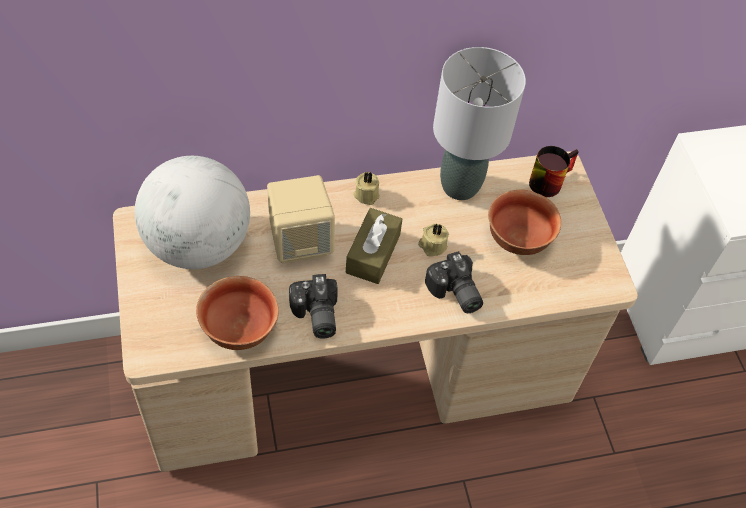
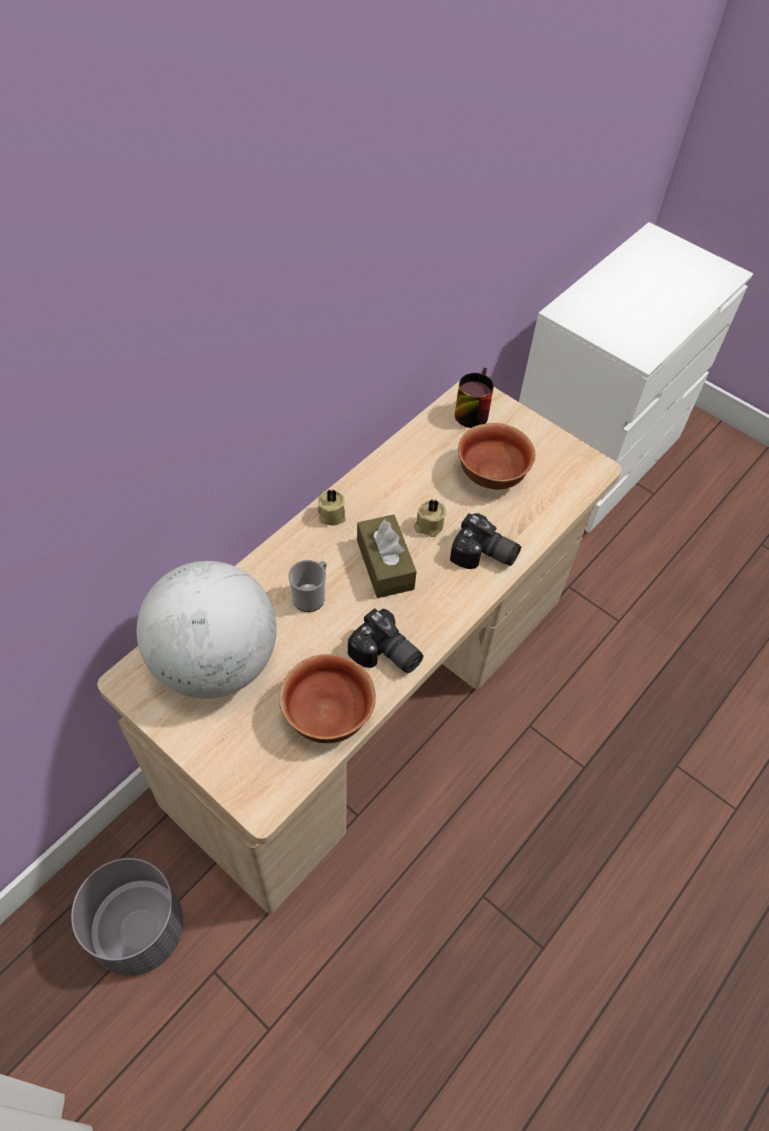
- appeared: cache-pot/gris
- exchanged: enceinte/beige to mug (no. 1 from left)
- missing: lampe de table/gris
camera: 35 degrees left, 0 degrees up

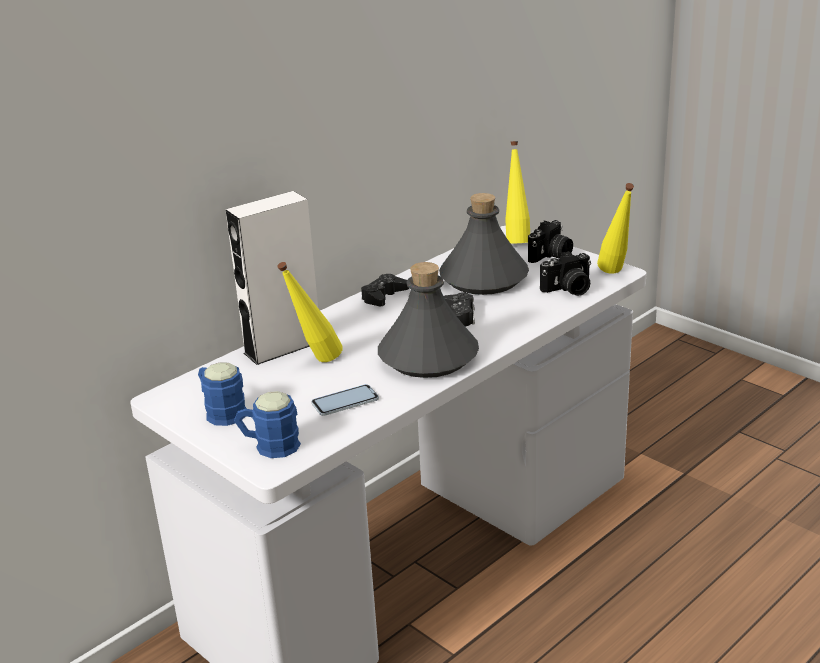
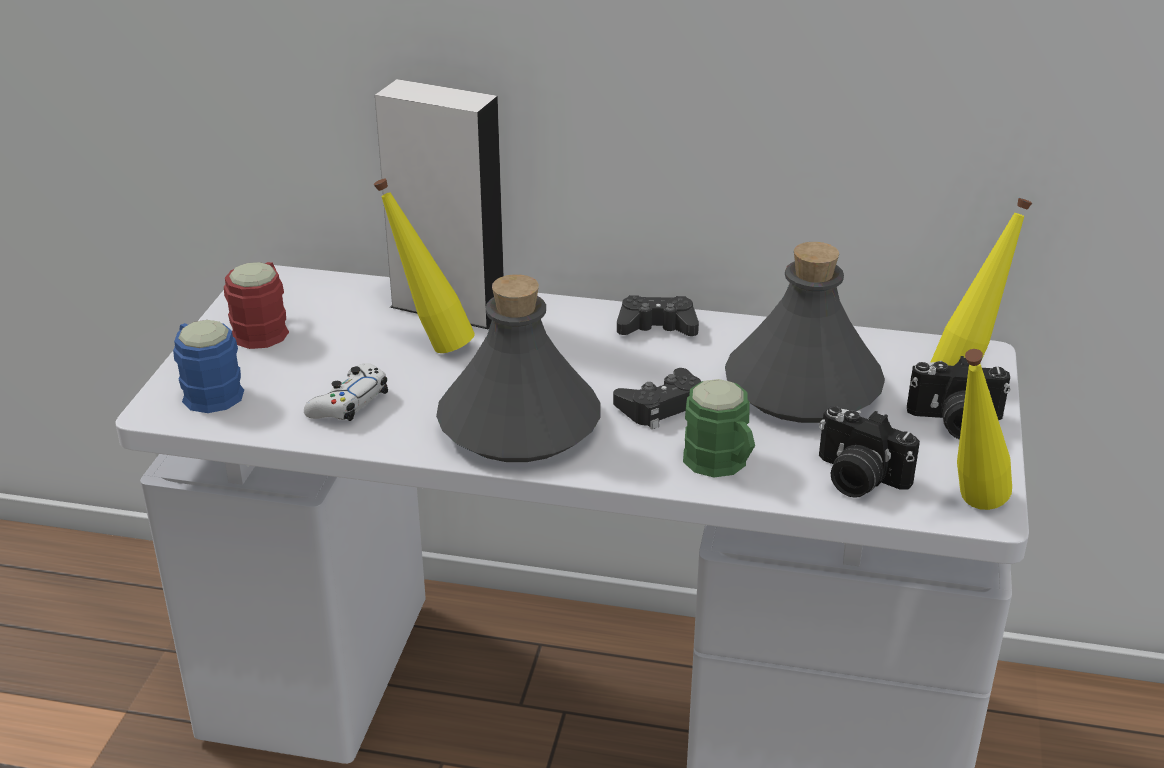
- colour: mug/bleu (no. 1 from left) to mug/rouge
- exchanged: téléphone to manette/blanc
- appeared: mug/vert
camera: 55 degrees right, 5 degrees up

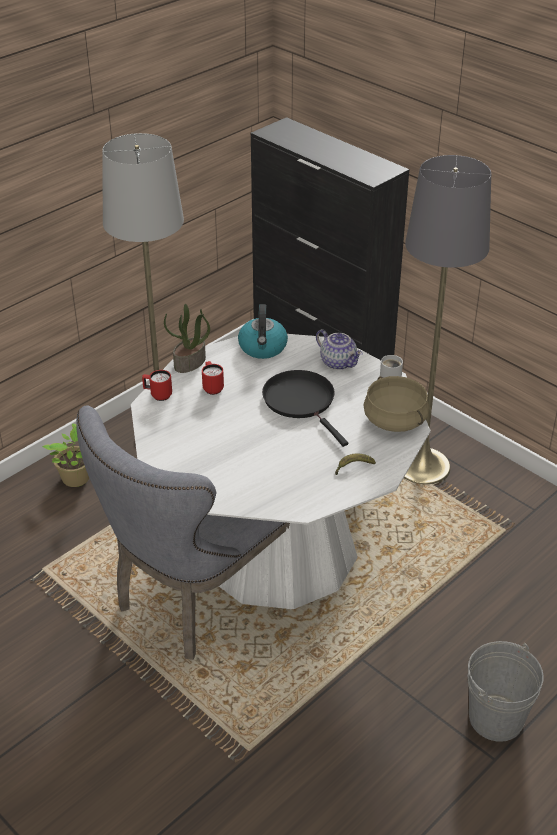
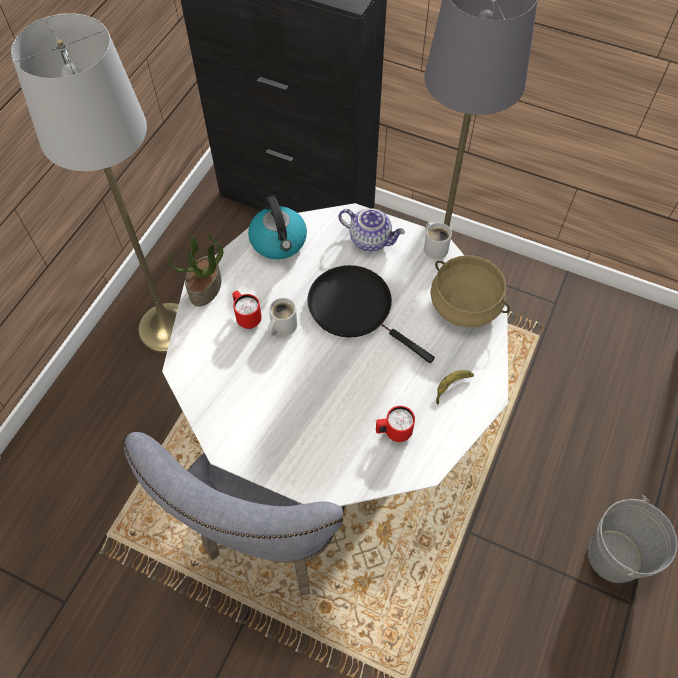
- appeared: mug/blanc (no. 1 from left)
- relocated: mug/rouge (no. 1 from left in the first image) to mug/rouge (no. 2 from left)
- missing: plante en pot (no. 1 from left)
camera: 20 degrees left, 20 degrees up

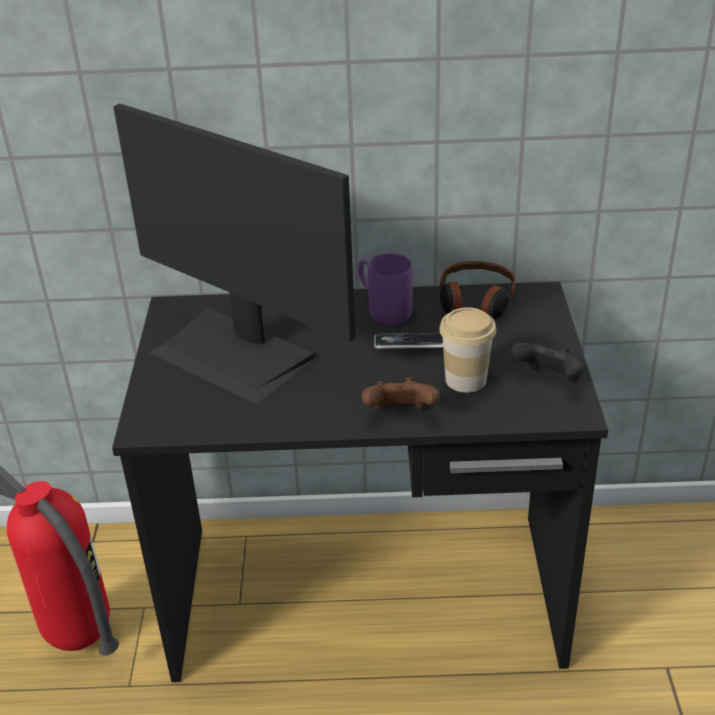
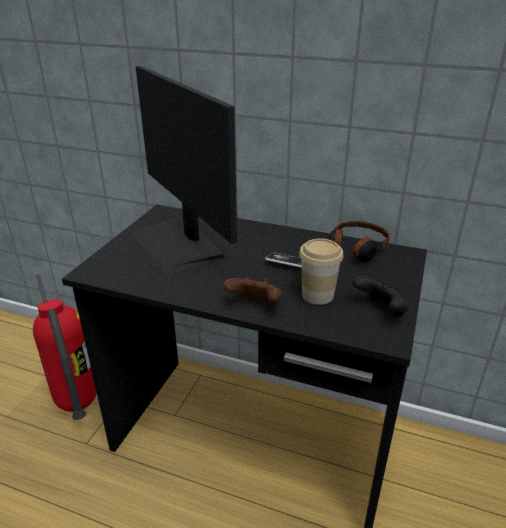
- missing: mug/violet
camera: 20 degrees right, 5 degrees down

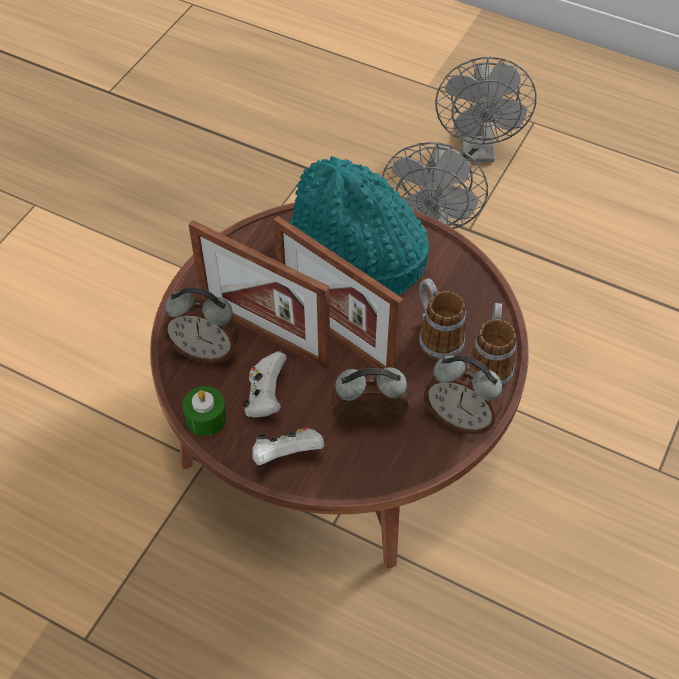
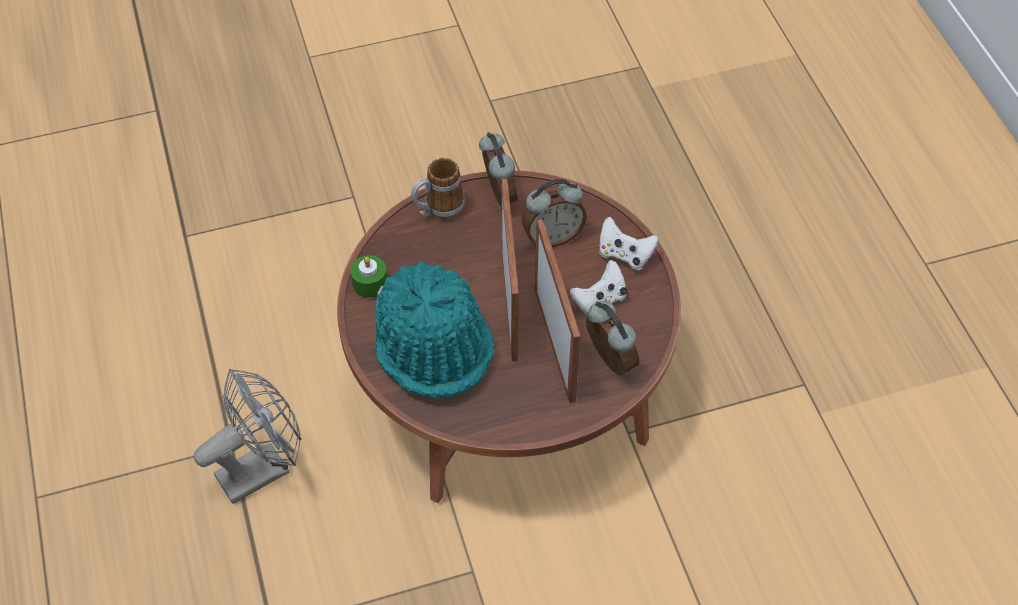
- relocated: bougie/vert
- spun: réveil (no. 2 from left) 60 degrees counterclockwise
- missing: mug (no. 1 from left)
- missing: ventilateur/gris (no. 2 from left)
camera: 135 degrees left, 0 degrees up

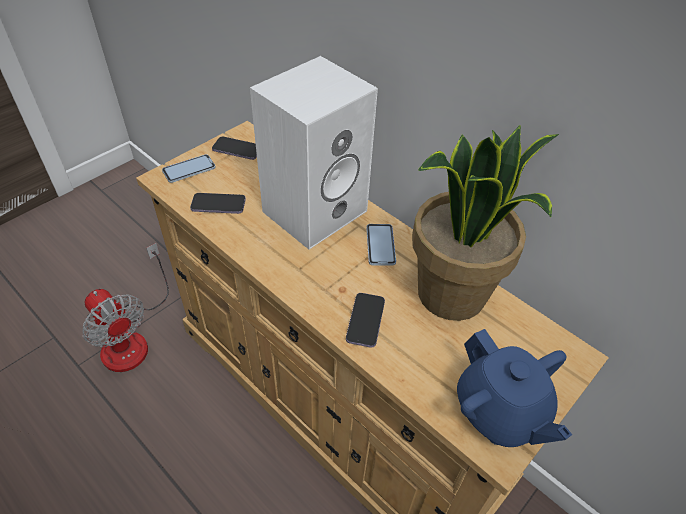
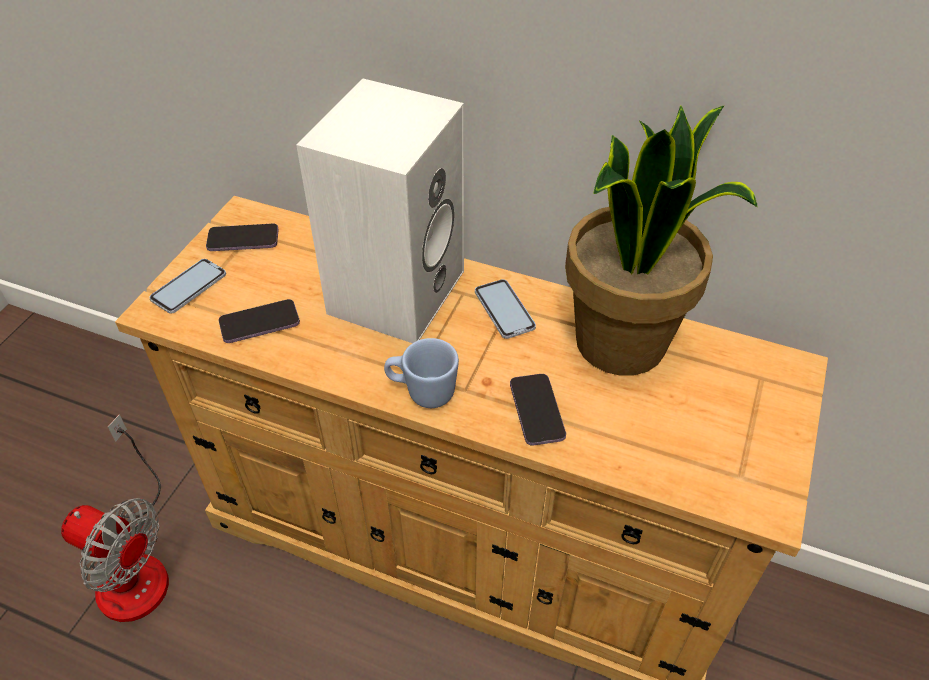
- appeared: mug/bleu
- missing: théière/bleu
camera: 20 degrees left, 0 degrees up

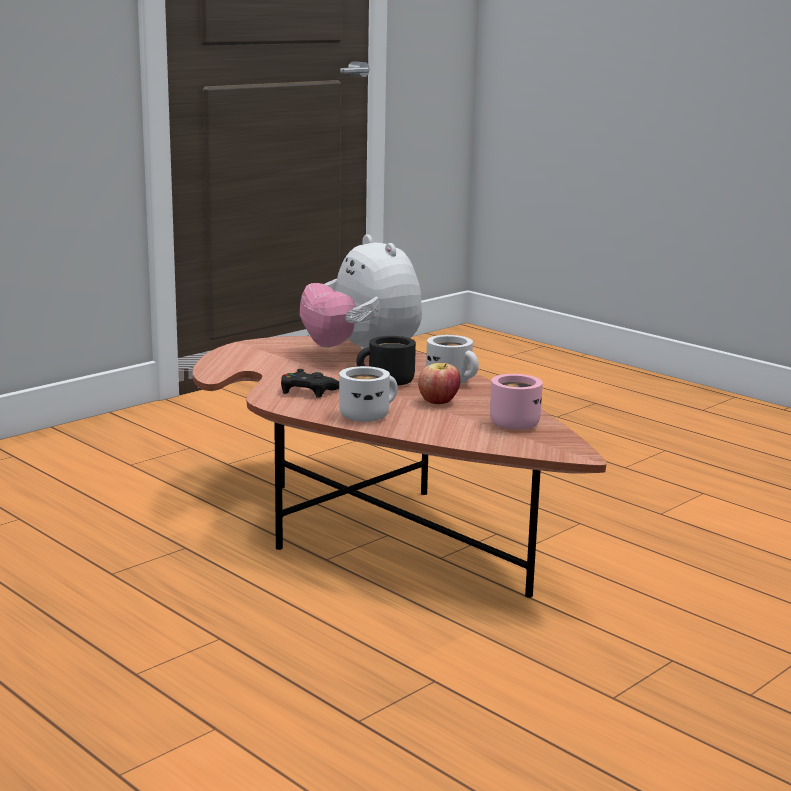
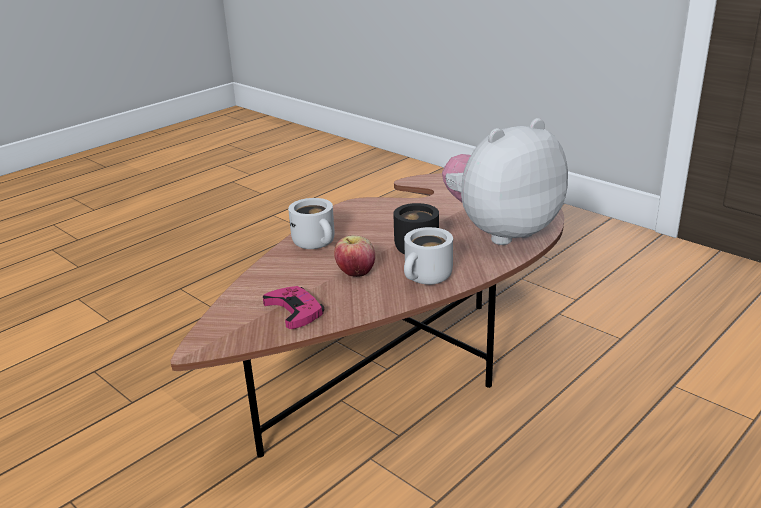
- exchanged: mug/rose to manette/rose
- missing: manette/noir
camera: 90 degrees right, 10 degrees up

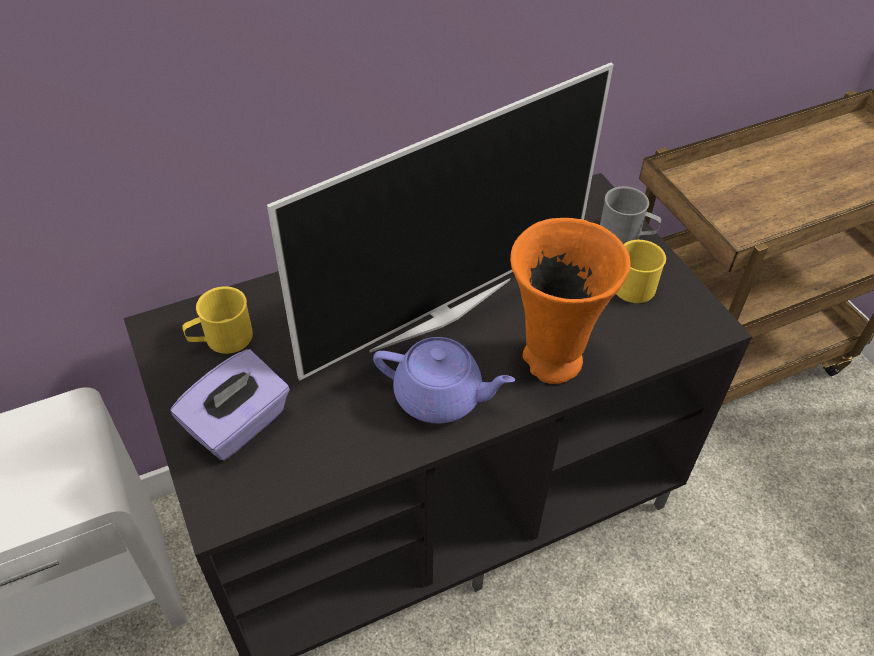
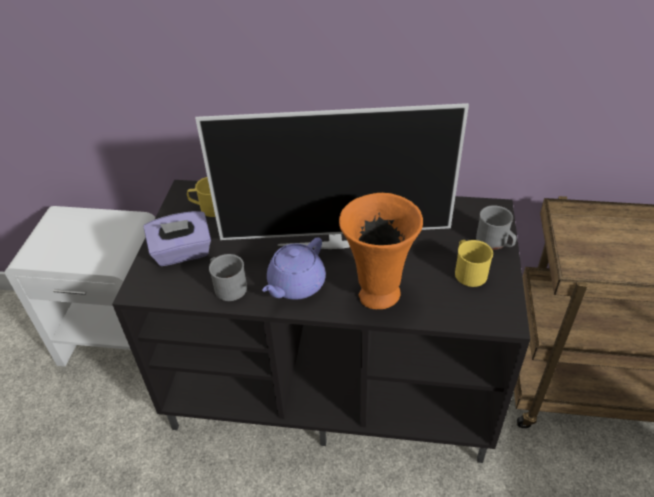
- appeared: mug/gris (no. 1 from left)
- spun: théière/violet 75 degrees clockwise
camera: 35 degrees right, 5 degrees down

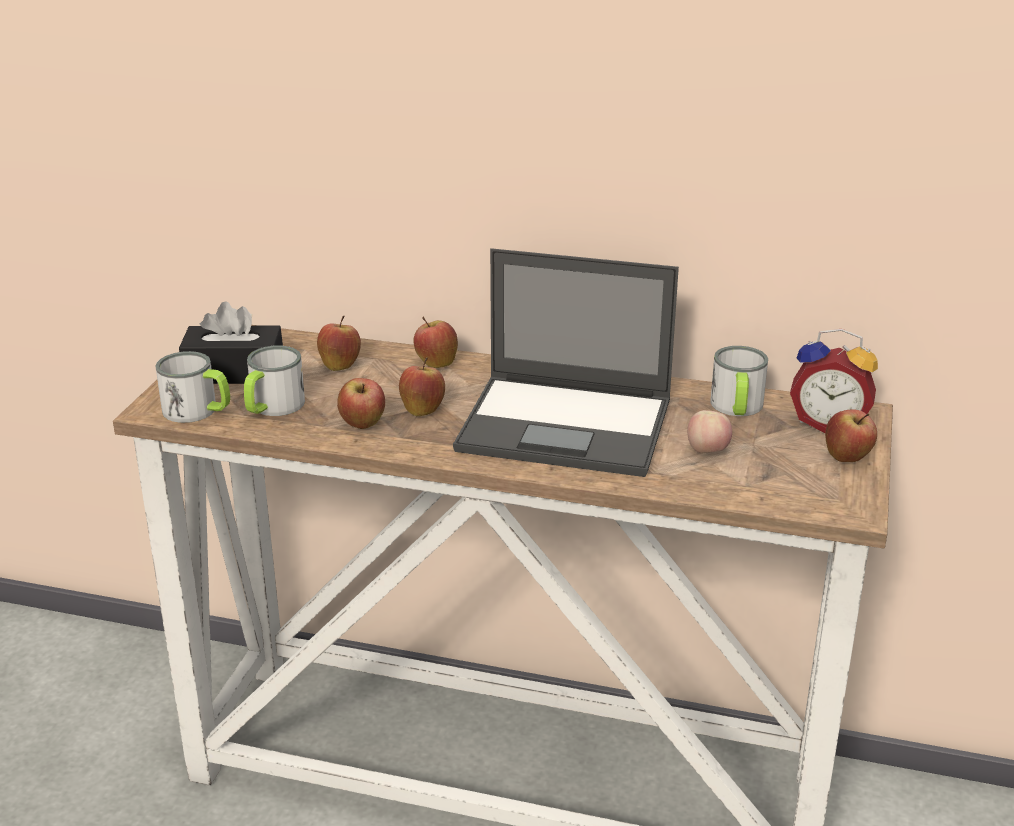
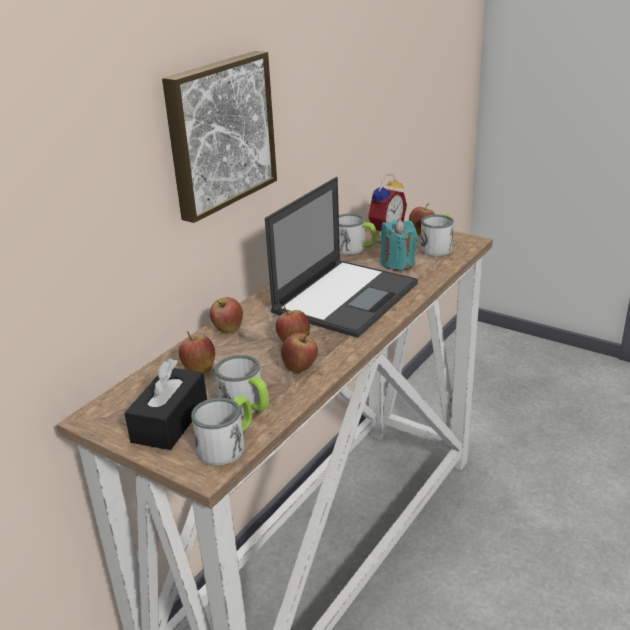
- appeared: tableau
- exchanged: pomme (no. 5 from left) to bougie/turquoise
- appeared: mug (no. 4 from left)
camera: 70 degrees left, 0 degrees up

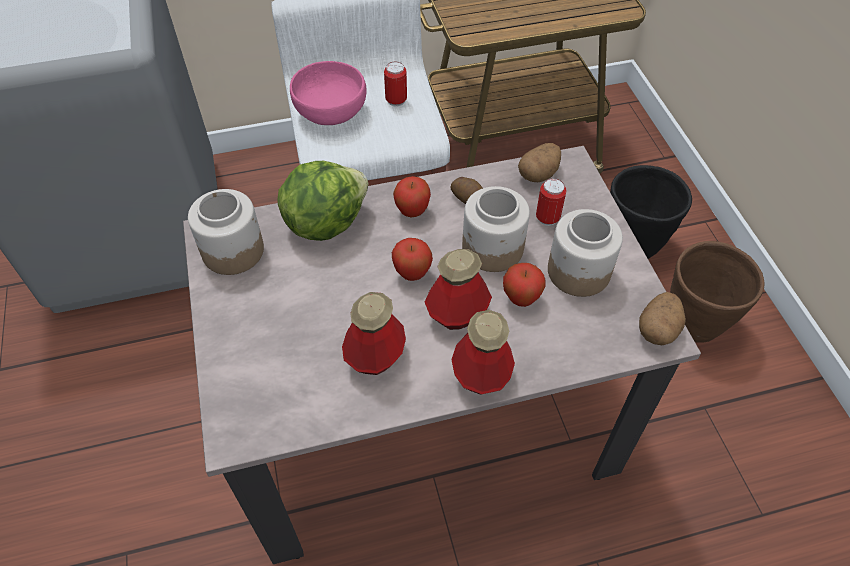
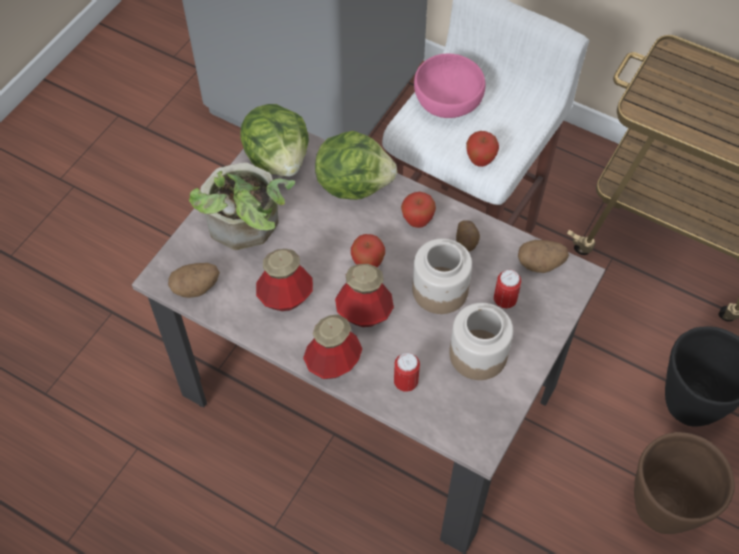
- relocated: pomme de terre (no. 3 from left in the first image) to pomme de terre (no. 1 from left)
- appeared: plante en pot
- exchanged: bocal (no. 1 from left) to laitue (no. 1 from left)
- relocated: boîte métallique (no. 1 from left)
- relocated: pomme (no. 3 from left)
camera: 45 degrees right, 5 degrees up

